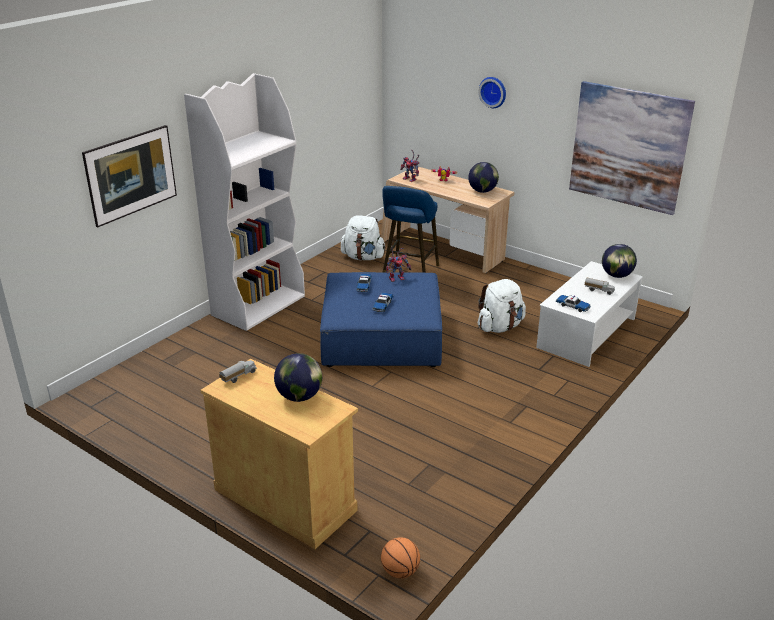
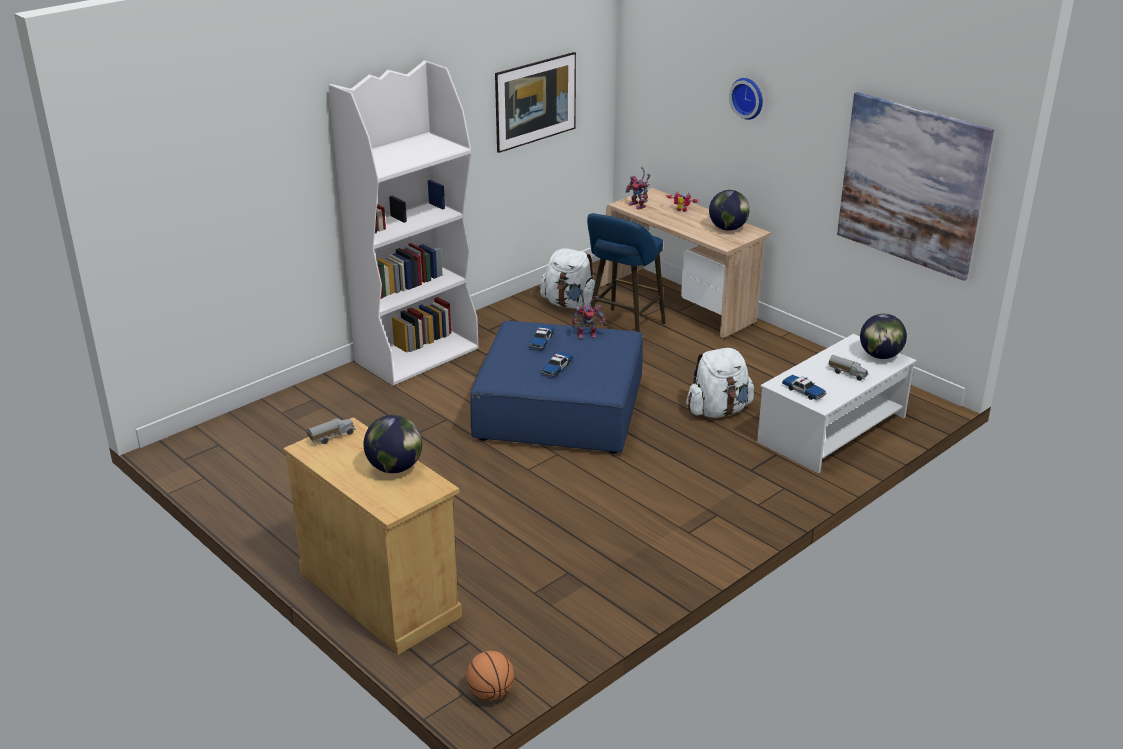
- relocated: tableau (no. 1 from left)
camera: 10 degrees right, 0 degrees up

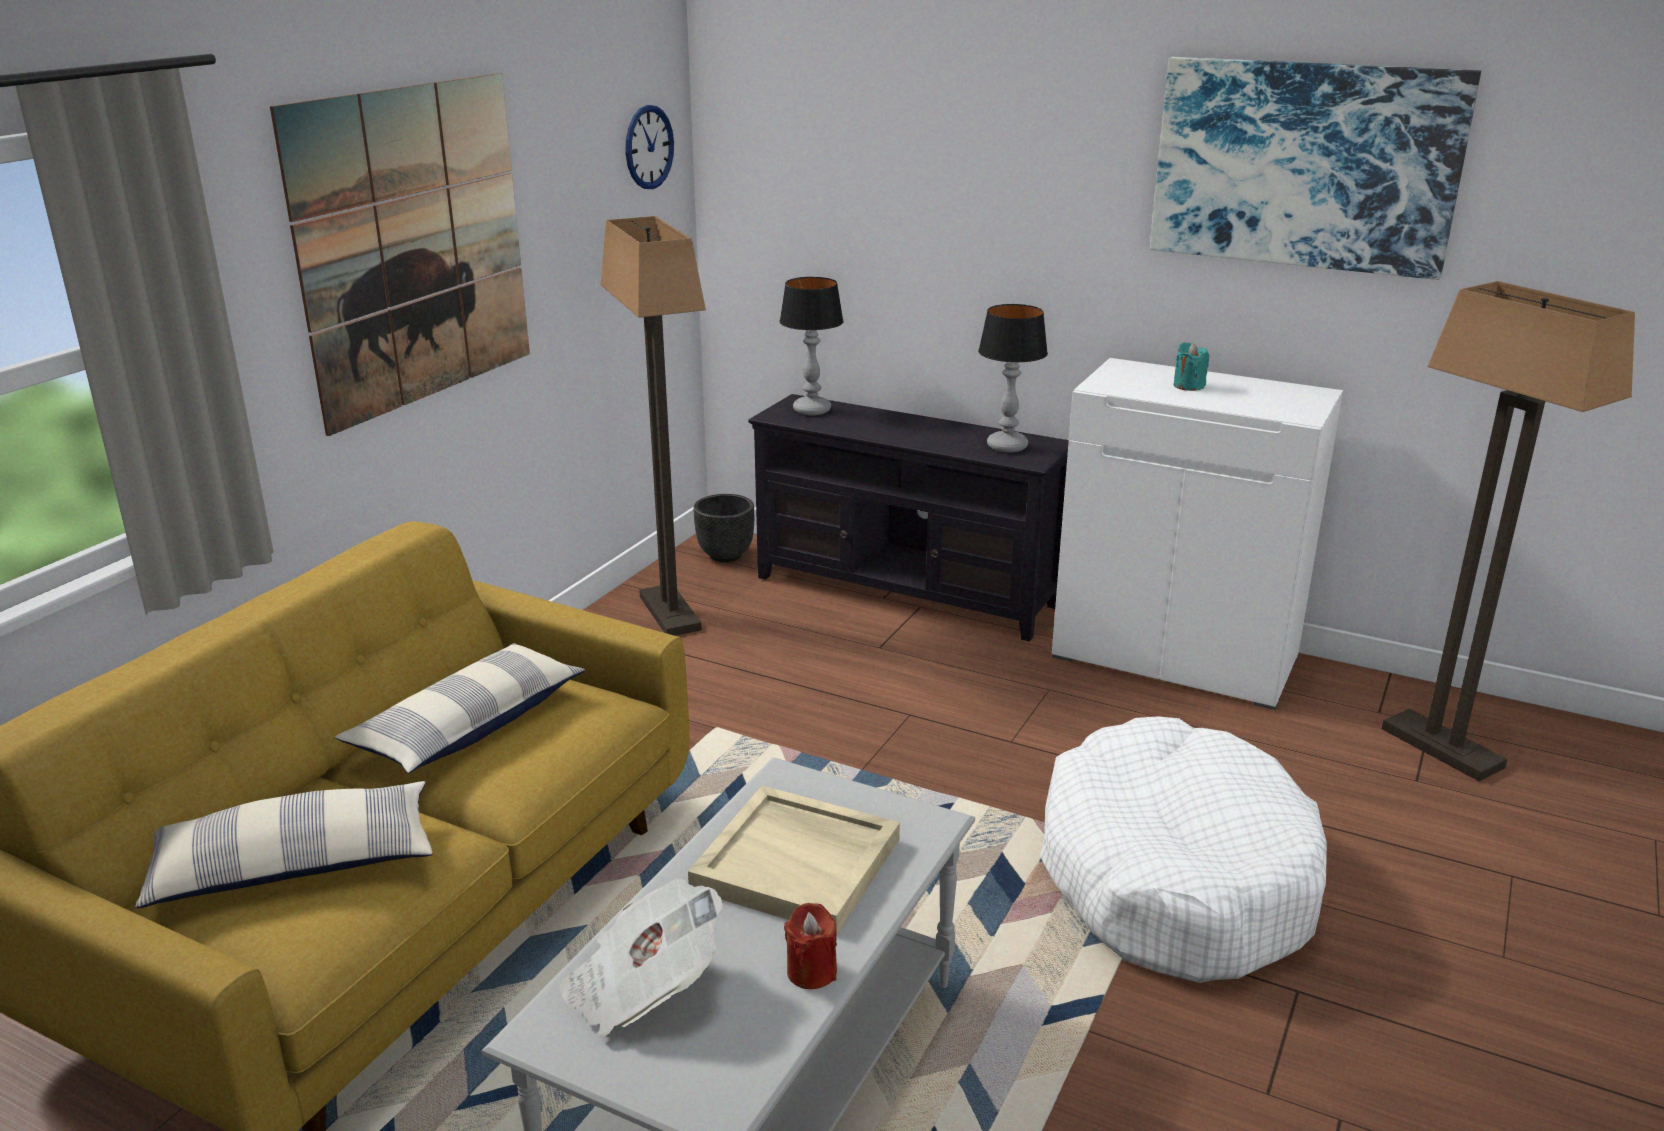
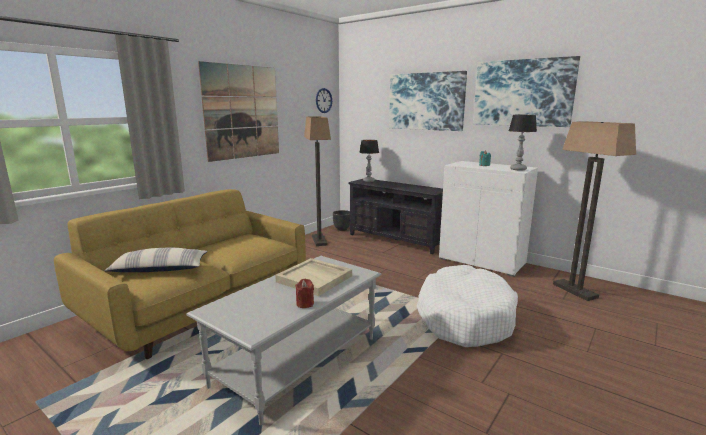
- appeared: tableau (no. 2 from left)
- relocated: lampe de table (no. 2 from left)
- missing: coussin (no. 2 from left)
- missing: journal
camera: 10 degrees right, 10 degrees down

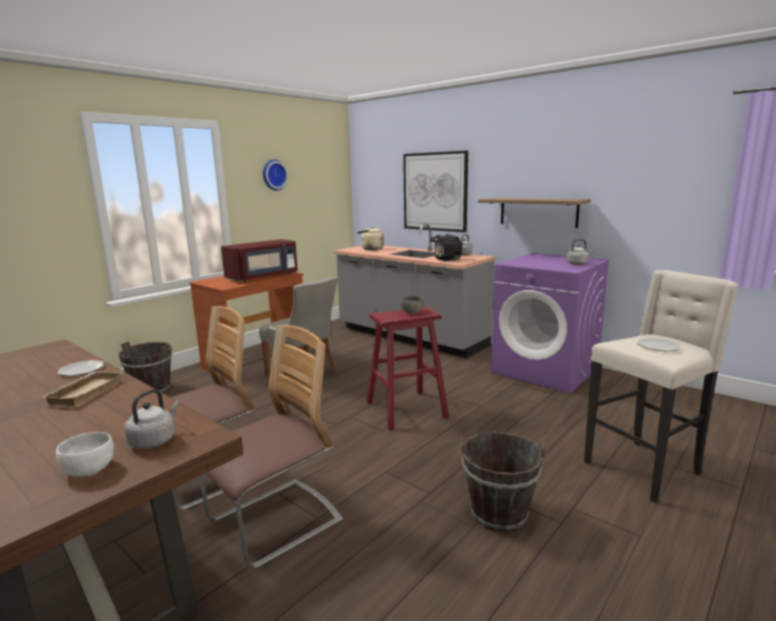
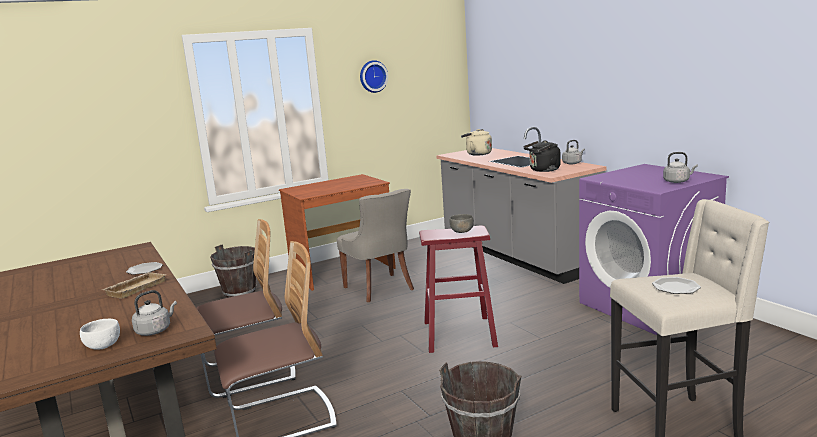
- missing: micro-ondes/rouge
- missing: tableau
- missing: étagère
camera: 20 degrees right, 0 degrees up

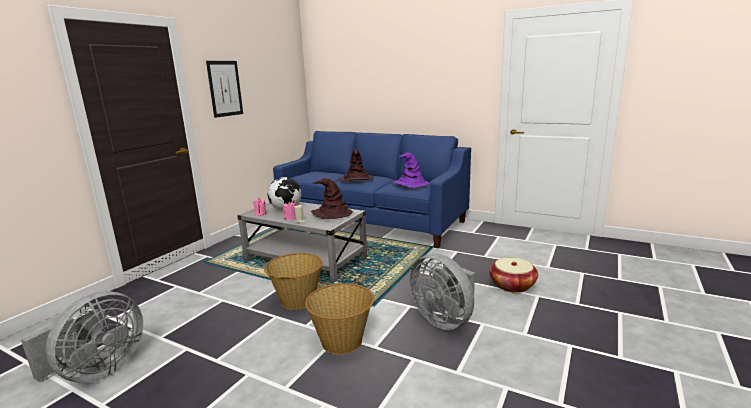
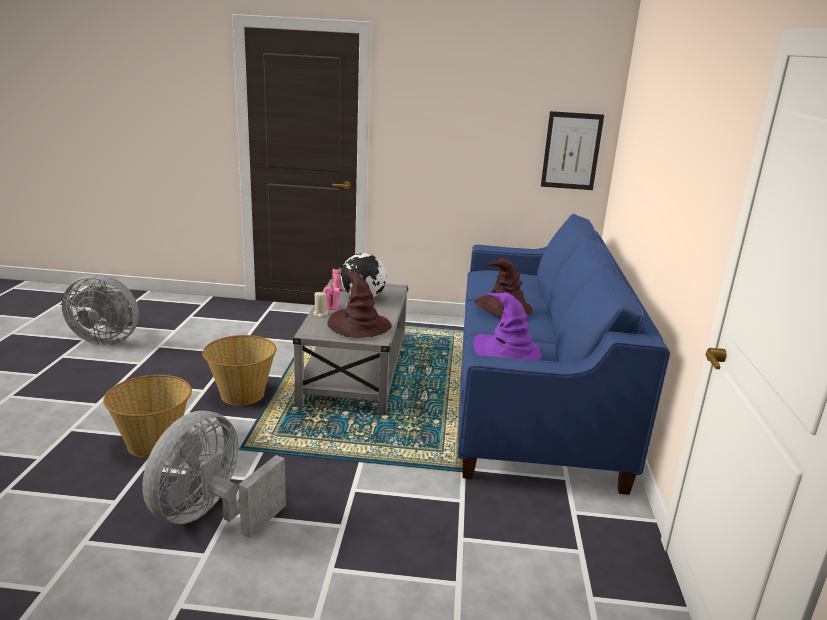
- relocated: tableau
- missing: panier (no. 3 from left)
camera: 65 degrees right, 5 degrees up

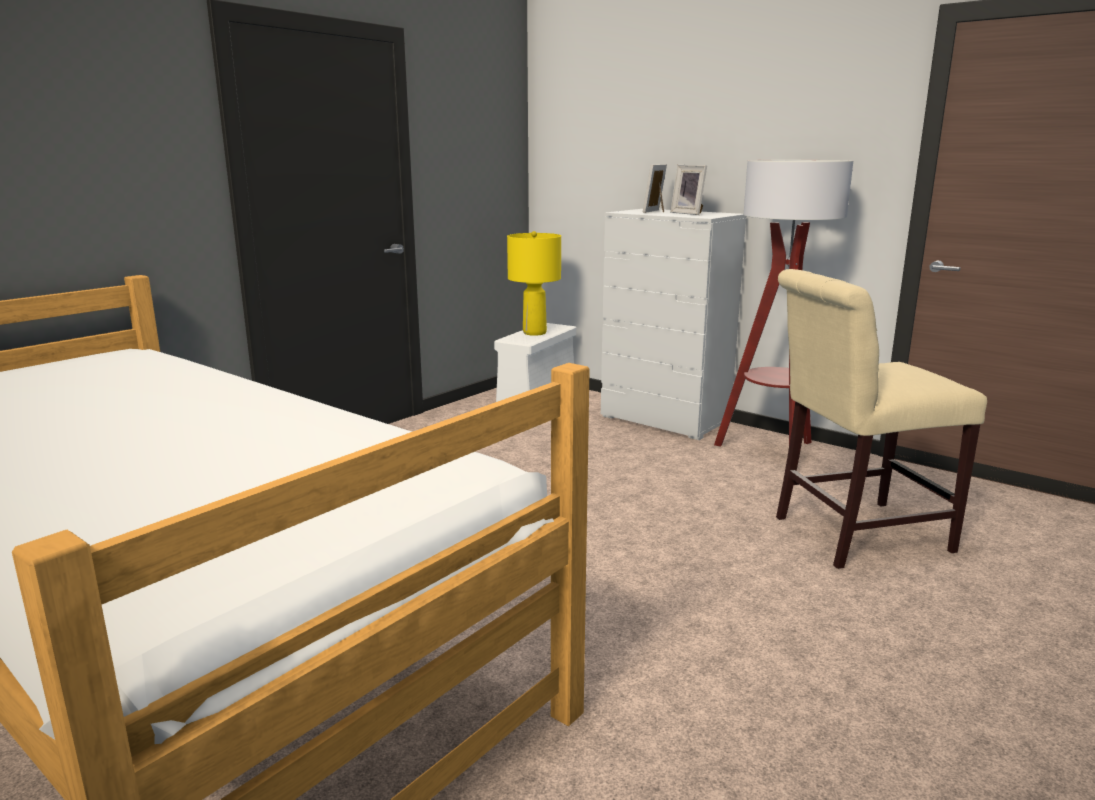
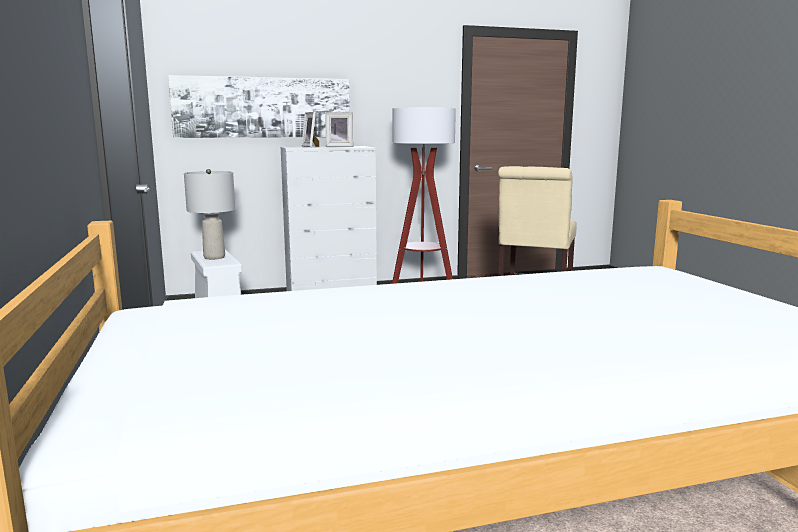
- appeared: tableau
- colour: lampe de table/jaune to lampe de table/gris
camera: 55 degrees left, 5 degrees down

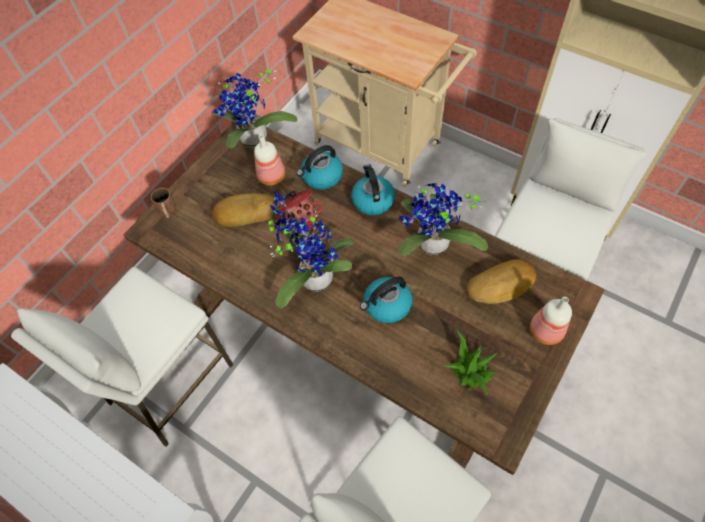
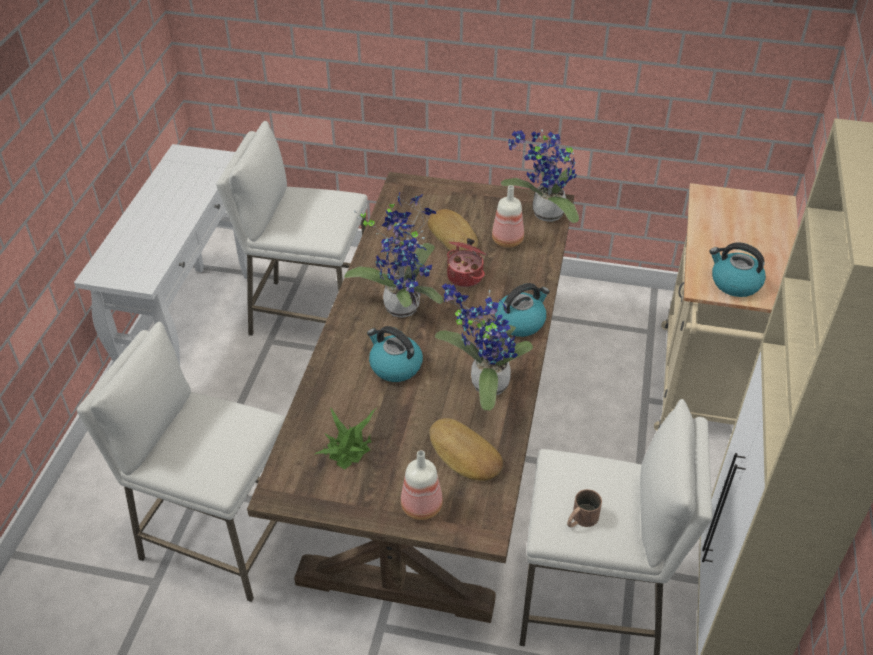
- relocated: mug/marron
- relocated: bouilloire (no. 1 from left in the first image) to bouilloire (no. 3 from left)
camera: 65 degrees right, 15 degrees down

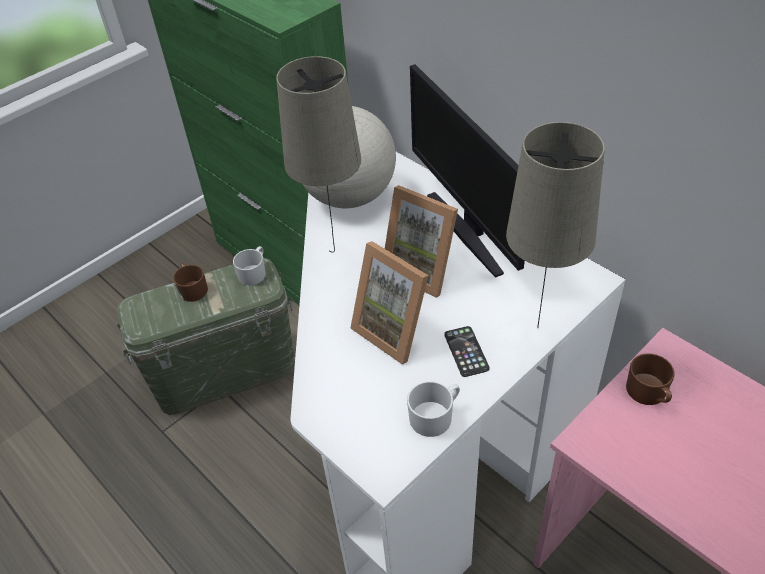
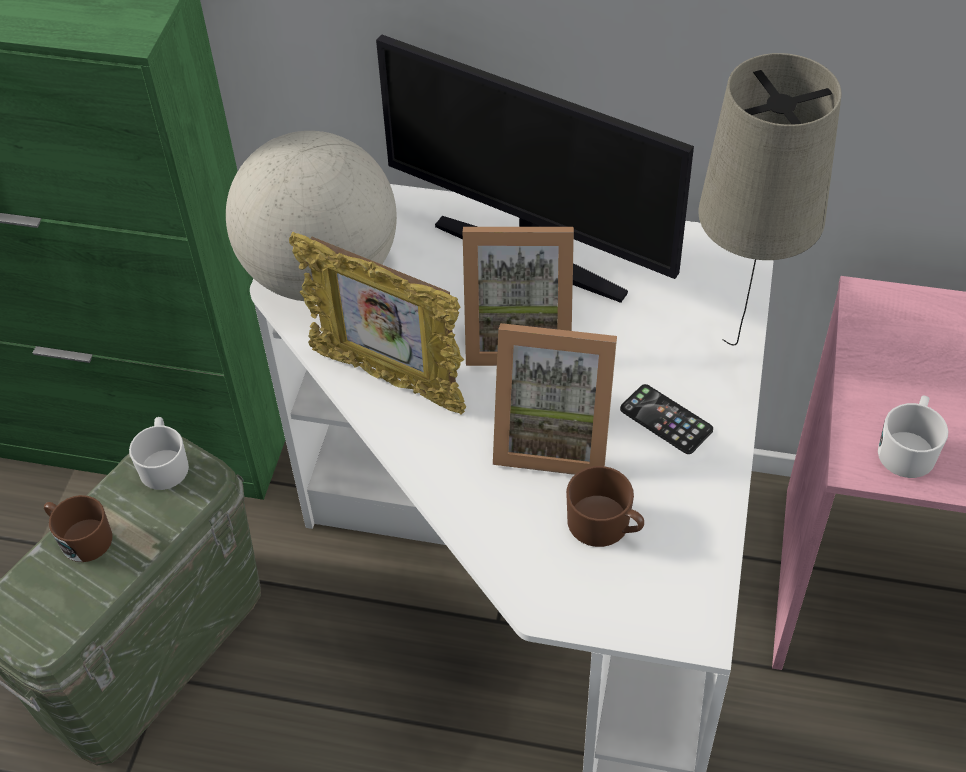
- exchanged: lampe de table/beige (no. 1 from left) to cadre photo (no. 1 from left)
- relocated: mug/marron (no. 2 from left)
- relocated: mug/blanc (no. 2 from left)
camera: 35 degrees left, 5 degrees up

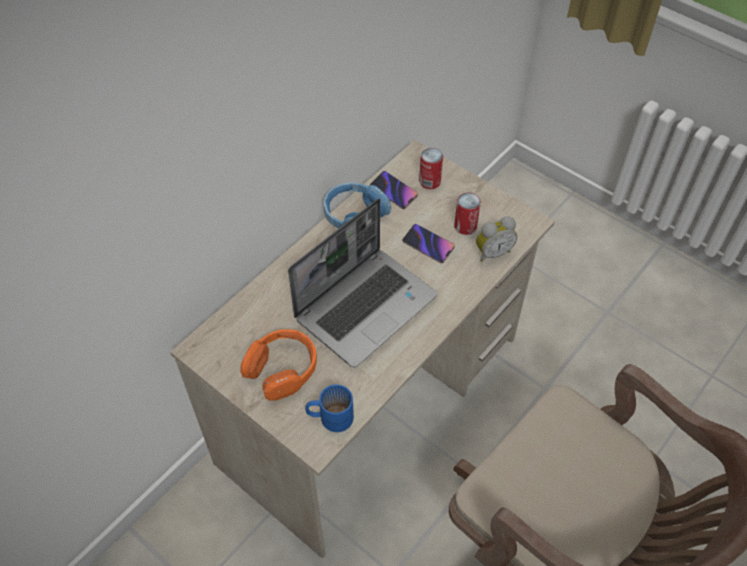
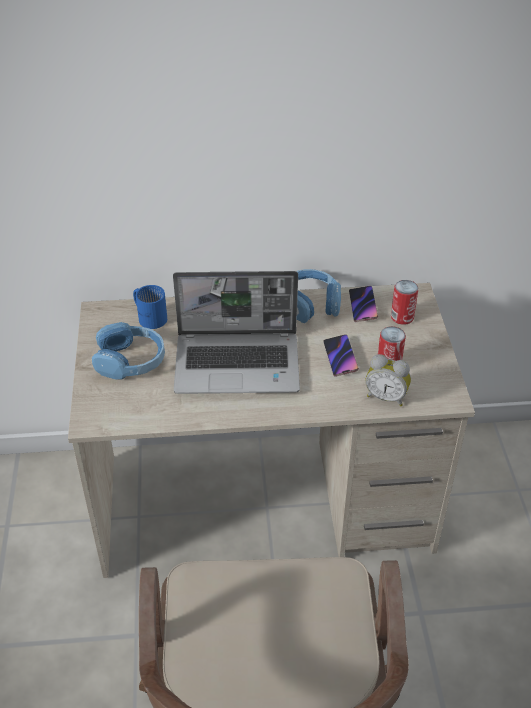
- colour: casque audio/orange to casque audio/bleu (no. 1 from left)
- relocated: mug/bleu
camera: 45 degrees right, 10 degrees down

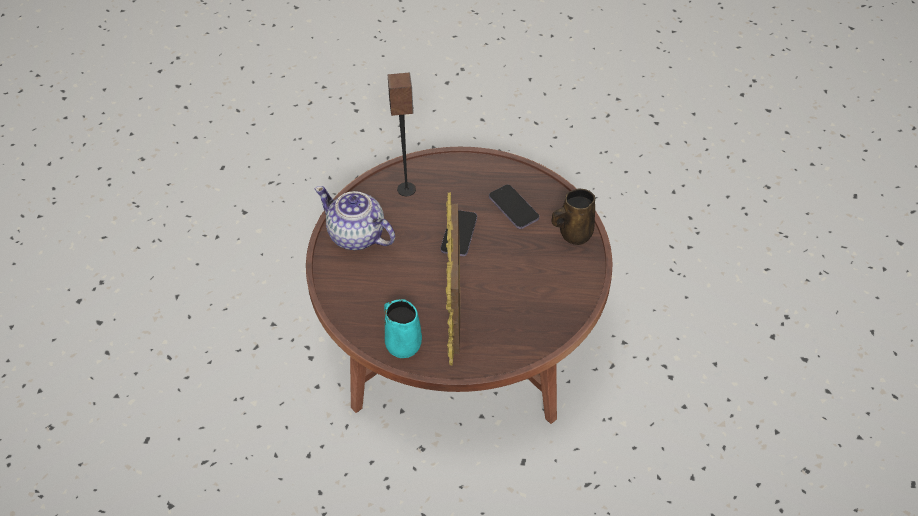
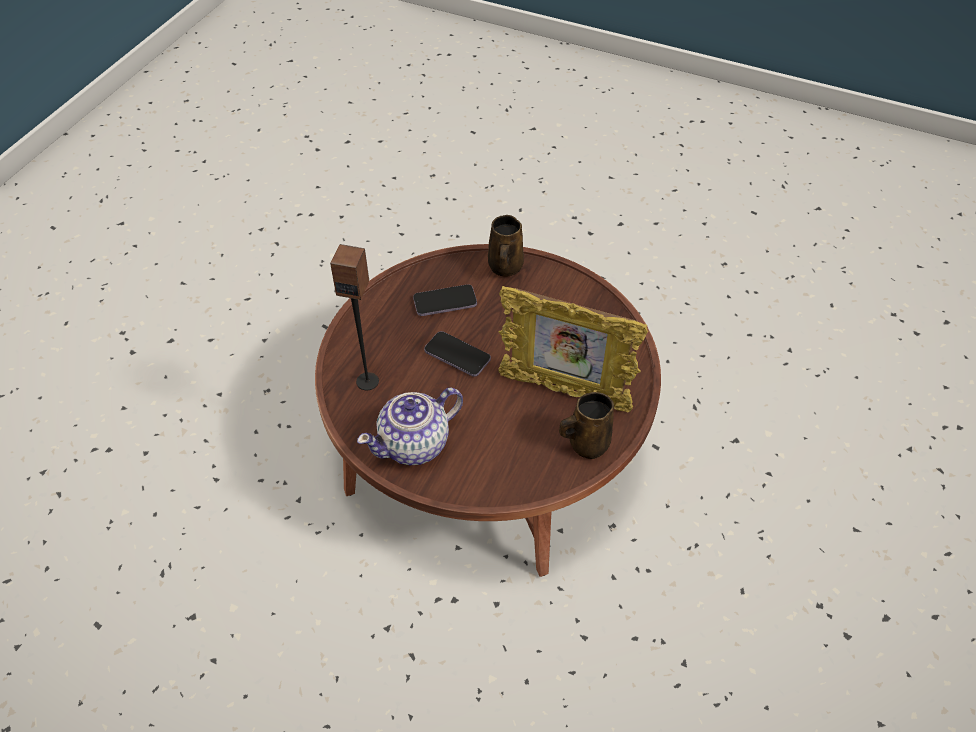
- colour: mug/turquoise to mug/marron (no. 2 from left)
camera: 70 degrees left, 0 degrees up

